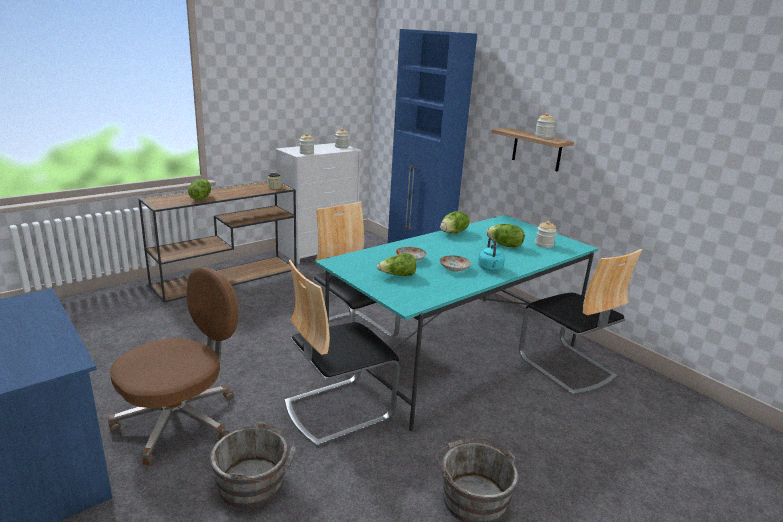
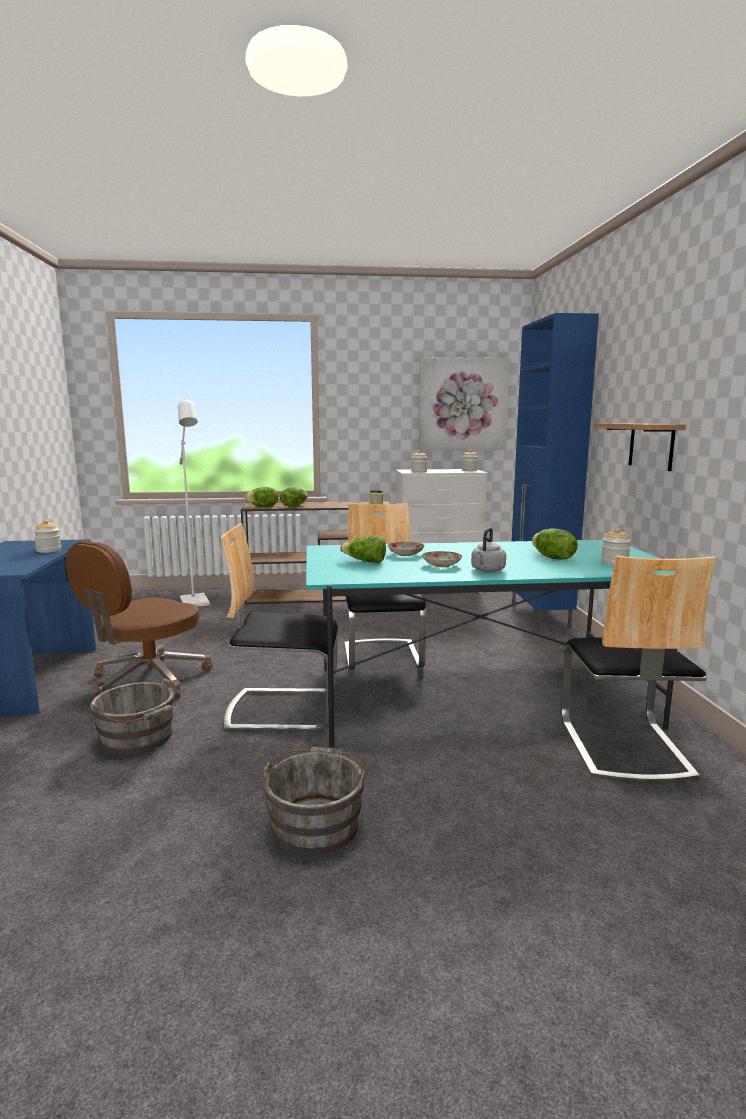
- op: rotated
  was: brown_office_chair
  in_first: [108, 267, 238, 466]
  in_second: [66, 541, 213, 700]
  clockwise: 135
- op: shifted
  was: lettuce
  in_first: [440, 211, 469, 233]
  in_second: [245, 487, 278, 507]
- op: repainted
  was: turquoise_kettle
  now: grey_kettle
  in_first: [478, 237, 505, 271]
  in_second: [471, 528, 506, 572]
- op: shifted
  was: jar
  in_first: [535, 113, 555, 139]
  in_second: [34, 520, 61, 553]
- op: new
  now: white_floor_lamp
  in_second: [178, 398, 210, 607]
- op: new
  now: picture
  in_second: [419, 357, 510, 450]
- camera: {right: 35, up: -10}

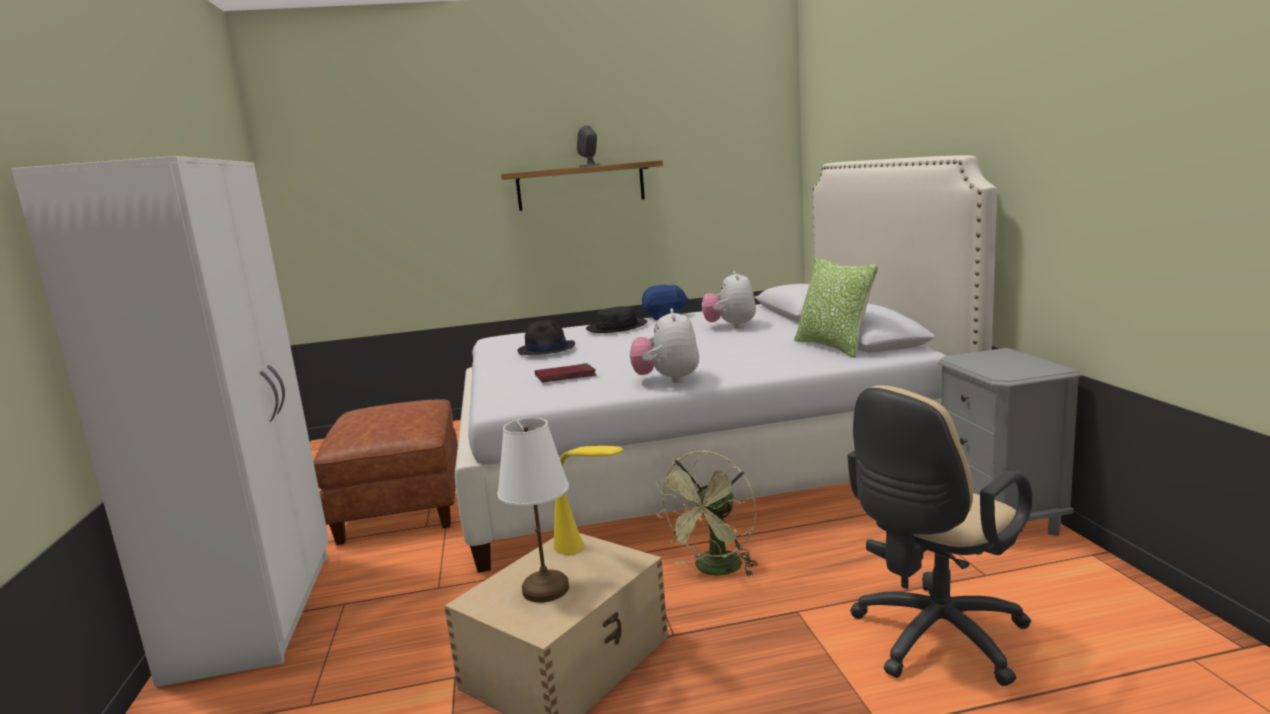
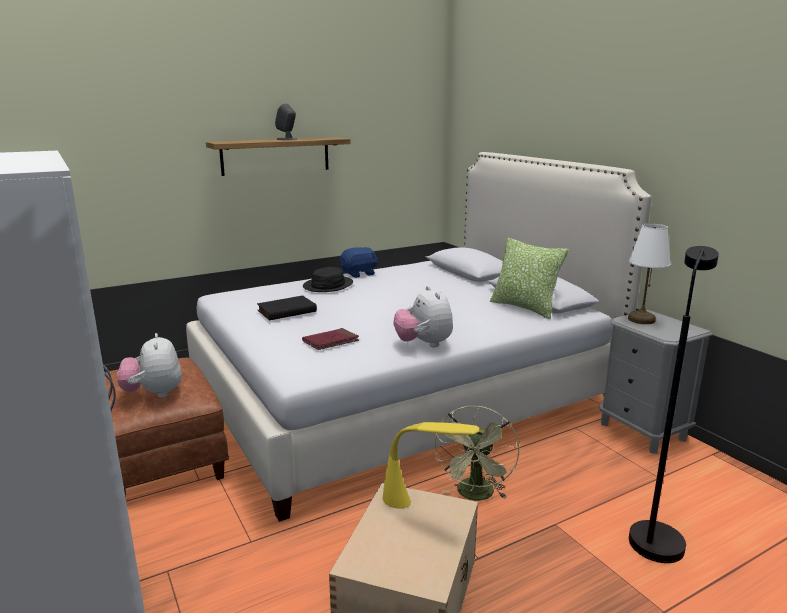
- op: shifted
  was: white_table_lamp
  in_first: [497, 418, 569, 603]
  in_second: [628, 224, 671, 324]
- op: swapped
  was: black_hat
  now: black_book
  in_first: [517, 320, 575, 355]
  in_second: [257, 295, 317, 320]
- op: shifted
  was: plush_toy
  in_first: [702, 271, 756, 328]
  in_second: [117, 333, 182, 398]
- op: swapped
  was: beige_office_chair
  now: black_floor_lamp
  in_first: [848, 386, 1032, 686]
  in_second: [629, 246, 719, 563]
- camera: {right: -20, up: 5}

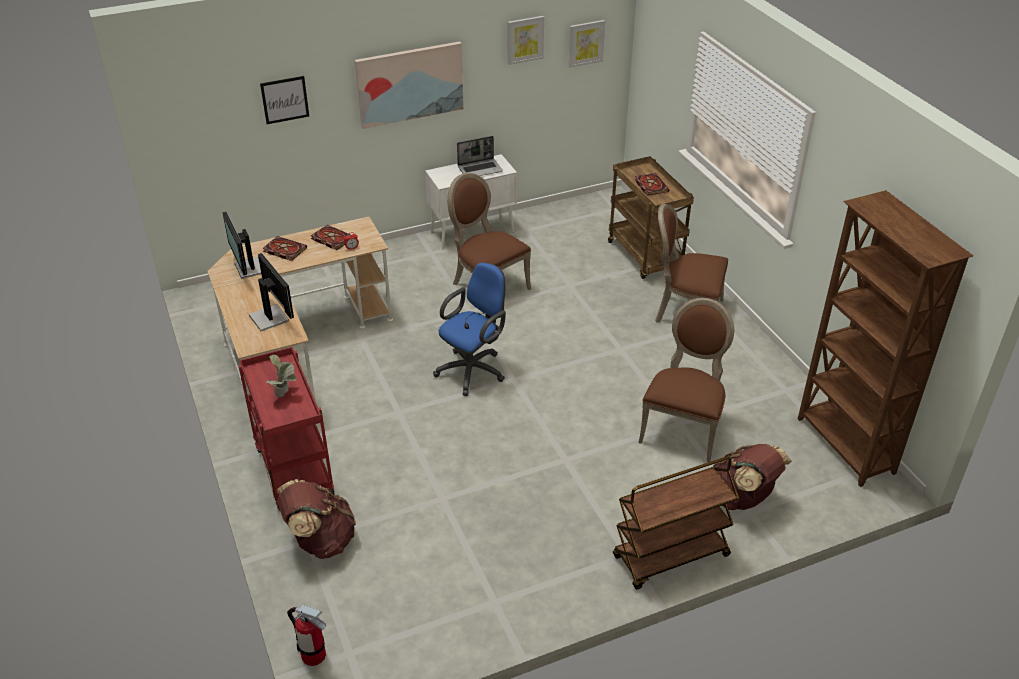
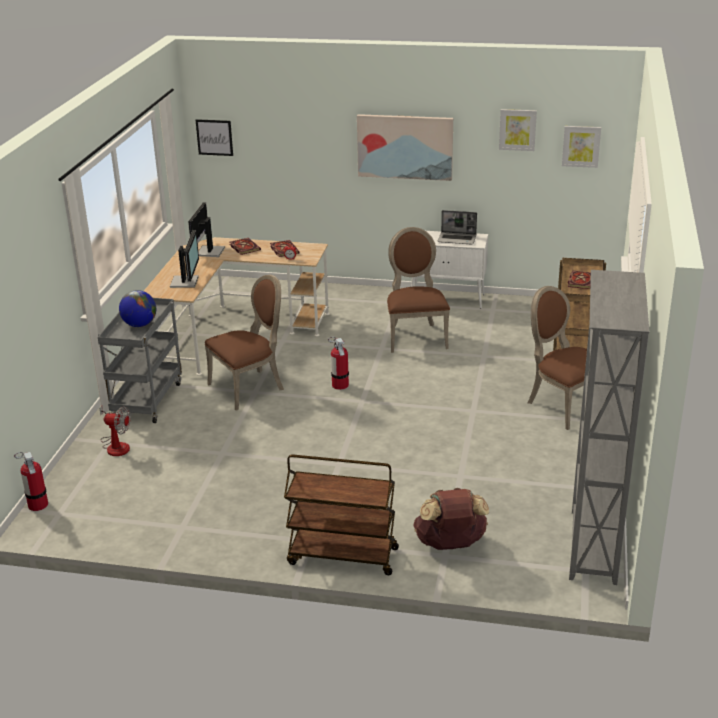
- op: repainted
  was: red_cart
  now: grey_cart
  in_first: [238, 347, 335, 511]
  in_second: [98, 298, 182, 423]
- op: shifted
  was: picture
  in_first: [260, 76, 309, 124]
  in_second: [196, 119, 233, 156]
- op: swapped
  was: potted_plant
  now: globe
  in_first: [266, 355, 296, 397]
  in_second: [119, 290, 156, 327]
- op: swapped
  was: brown_backpack
  now: fan
  in_first: [277, 479, 356, 559]
  in_second: [100, 406, 131, 456]
- op: swapped
  was: blue_office_chair
  now: fire_extinguisher
  in_first: [433, 262, 506, 396]
  in_second: [328, 337, 349, 390]
- op: shifted
  was: brown_chair
  in_first: [639, 298, 734, 462]
  in_second: [205, 275, 284, 411]
- op: repainted
  was: brown_bookcase
  now: grey_bookcase
  in_first: [798, 190, 973, 487]
  in_second: [569, 270, 649, 585]
- camera: {right: 35, up: -10}

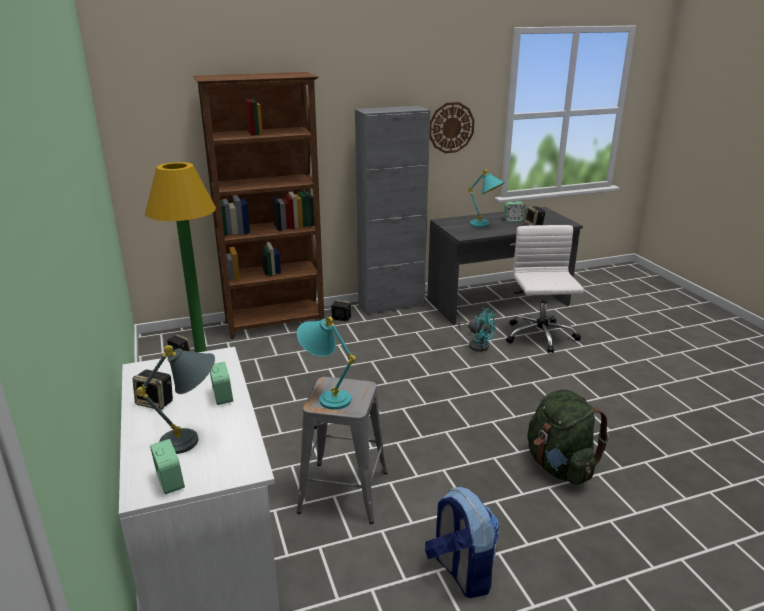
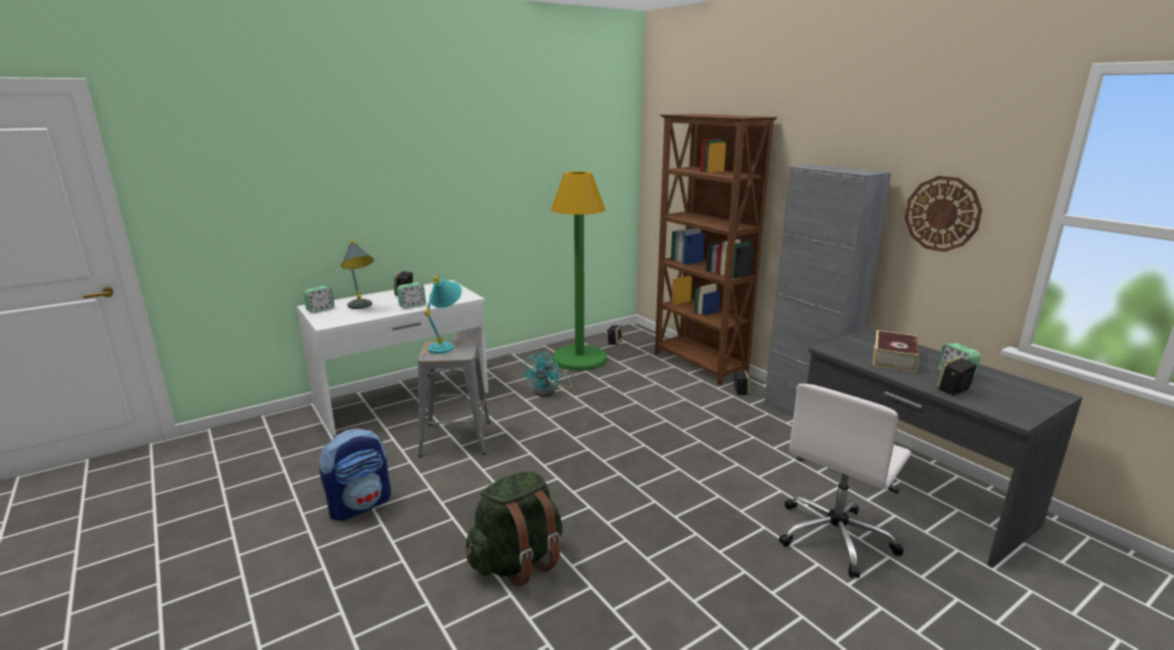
- op: shifted
  was: turquoise_fan
  in_first: [458, 307, 496, 352]
  in_second: [524, 352, 575, 397]
- op: swapped
  was: turquoise_table_lamp
  now: book
  in_first: [468, 169, 505, 227]
  in_second: [872, 330, 919, 373]
- op: rotated
  was: white_office_chair
  in_first: [506, 225, 584, 353]
  in_second: [779, 384, 911, 578]
  clockwise: 150
- camera: {right: 75, up: -5}

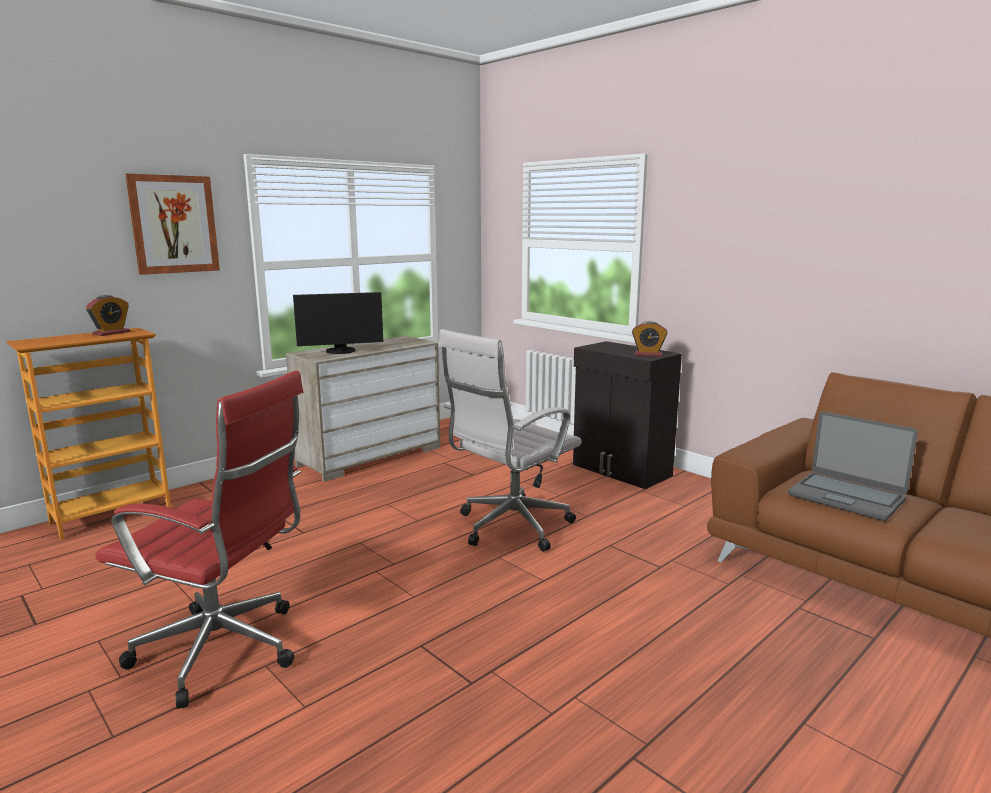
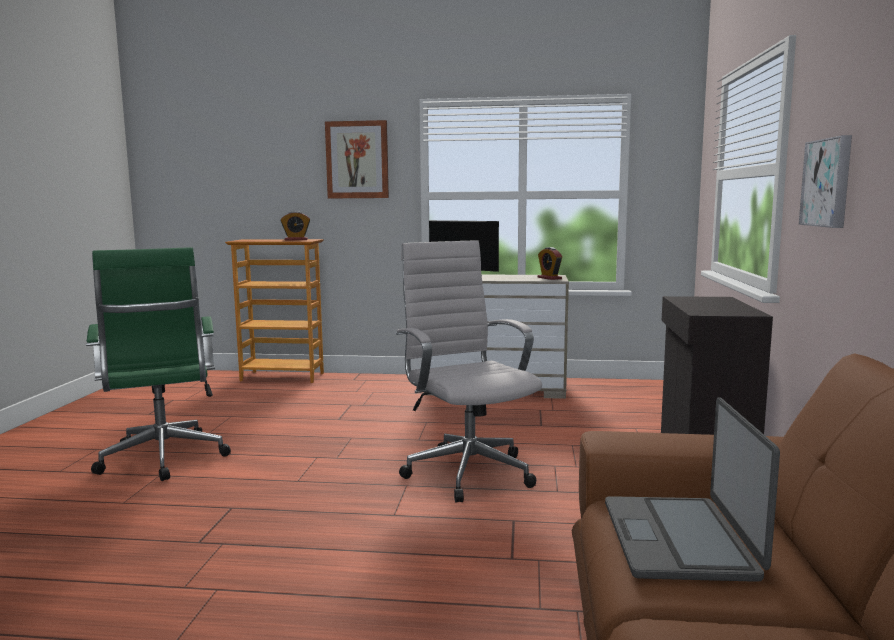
- op: repainted
  was: red_office_chair
  now: green_office_chair
  in_first: [95, 370, 303, 709]
  in_second: [86, 247, 231, 481]
- op: rotated
  was: white_office_chair
  in_first: [439, 329, 582, 552]
  in_second: [396, 240, 542, 503]
  clockwise: 60
- op: shifted
  was: alarm_clock
  in_first: [632, 321, 668, 357]
  in_second: [538, 247, 562, 280]
- op: new
  now: picture
  in_second: [799, 135, 852, 228]
- camera: {right: 50, up: -5}

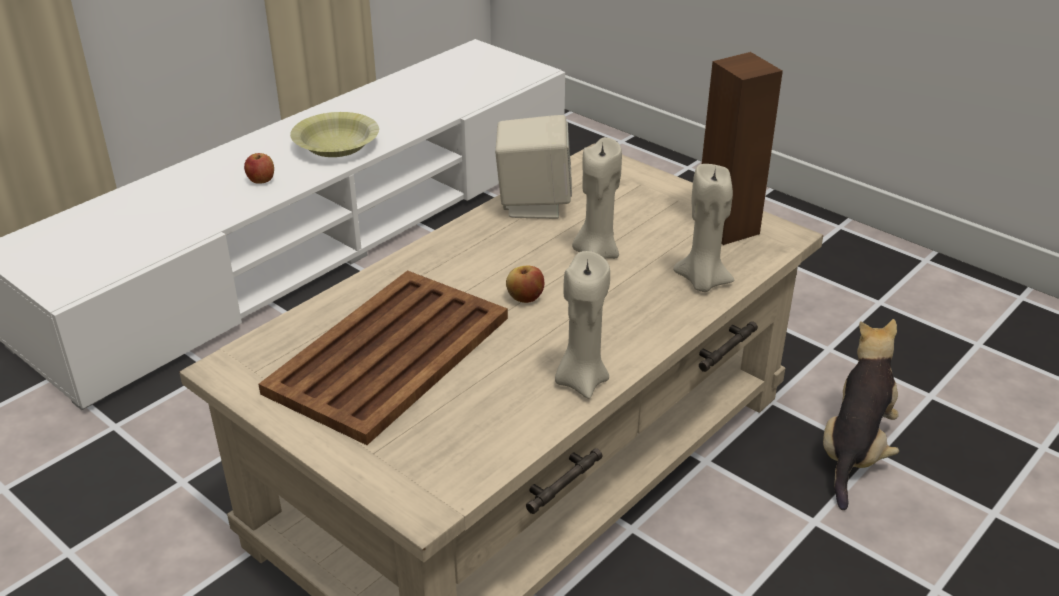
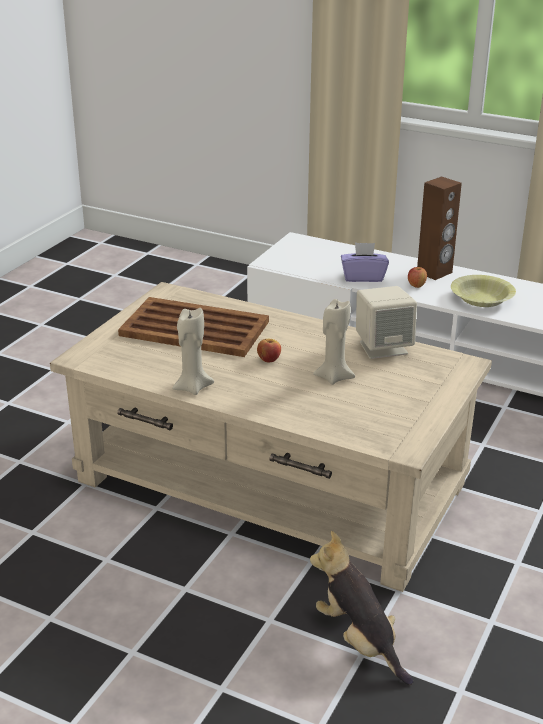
- op: gone
  was: beige_candle
  in_first: [673, 164, 734, 292]
- op: shifted
  was: brown_speaker
  in_first: [702, 52, 783, 245]
  in_second: [417, 176, 462, 280]
- op: rotated
  was: plush_toy
  in_first: [823, 319, 899, 510]
  in_second: [310, 531, 413, 685]
  clockwise: -135
- op: new
  now: purple_tissue_box
  in_second: [341, 242, 389, 282]
- camera: {right: 75, up: -5}

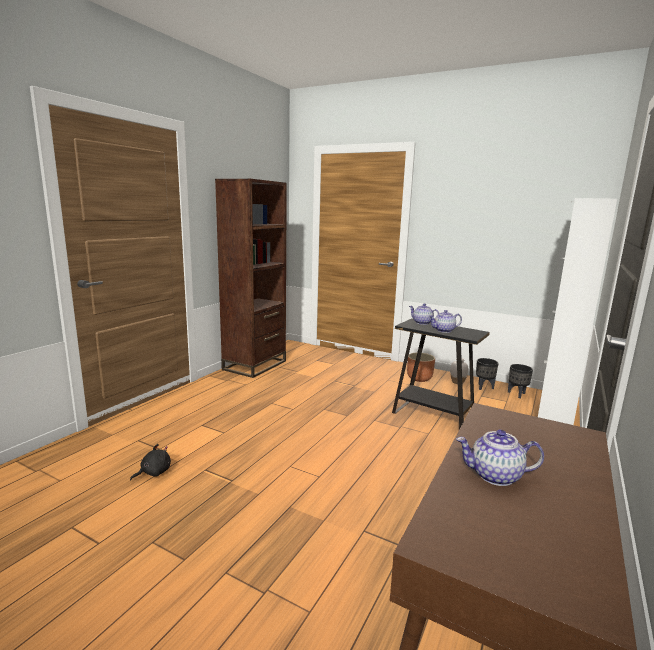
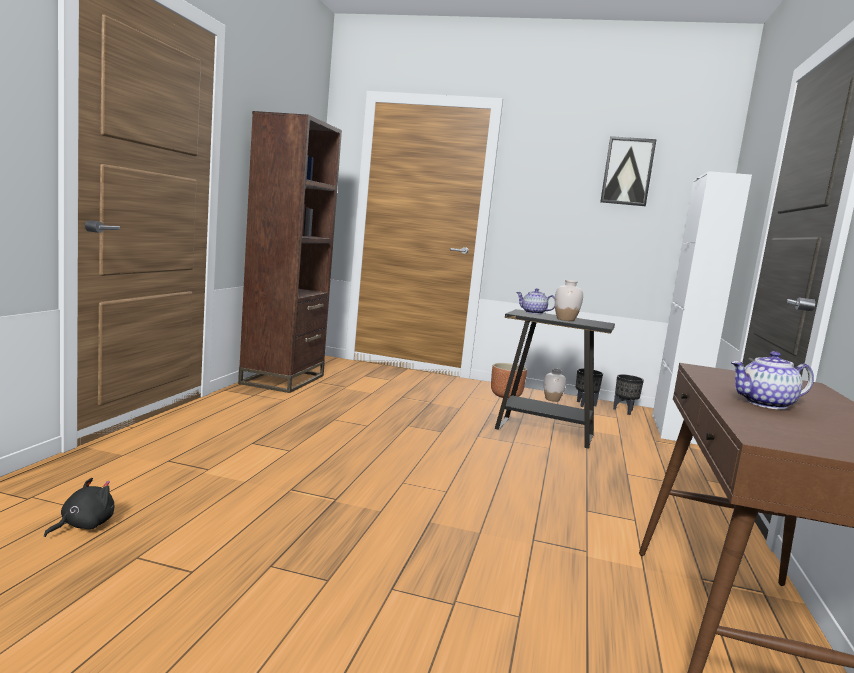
- op: shifted
  was: black_plush_toy
  in_first: [130, 444, 171, 480]
  in_second: [44, 478, 115, 537]
- op: swapped
  was: teapot
  now: white_vase
  in_first: [429, 310, 462, 333]
  in_second: [555, 280, 583, 321]
- op: new
  now: picture
  in_second: [600, 136, 657, 206]
- camera: {right: -15, up: -5}

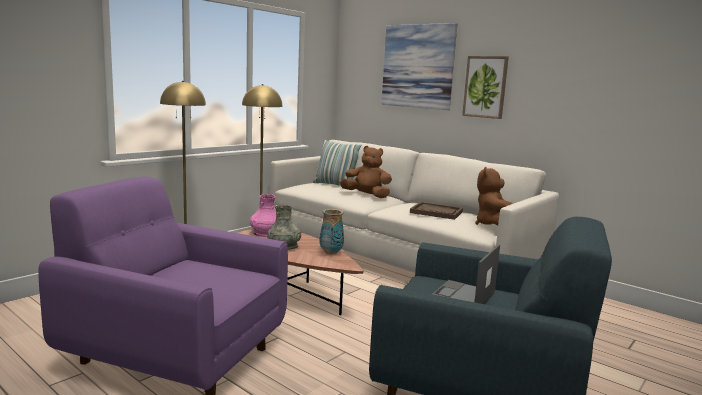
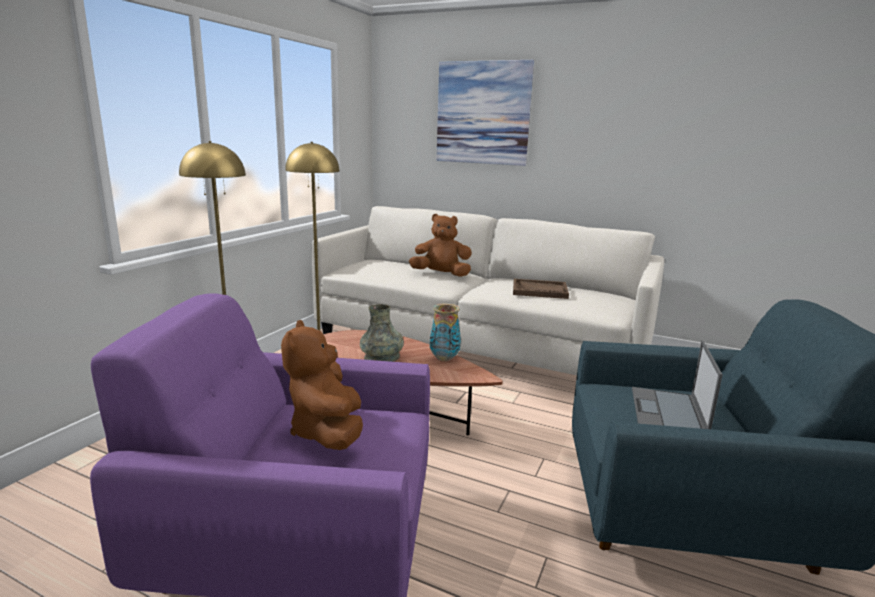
- op: gone
  was: pink_vase
  in_first: [250, 194, 276, 237]
- op: gone
  was: pillow
  in_first: [313, 139, 361, 186]
- op: gone
  was: picture
  in_first: [462, 56, 509, 119]
- op: shifted
  was: brown_plush_toy
  in_first: [475, 167, 512, 225]
  in_second: [281, 320, 363, 450]
- camera: {right: -15, up: 5}

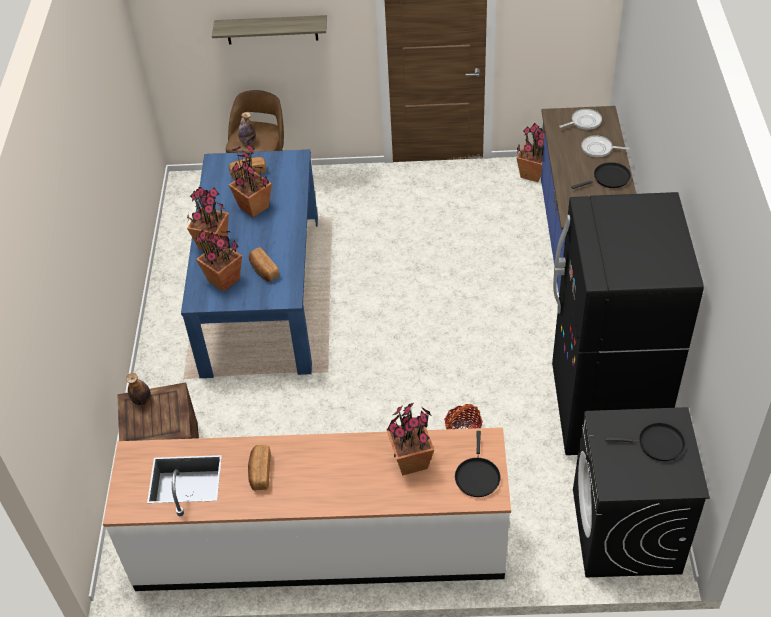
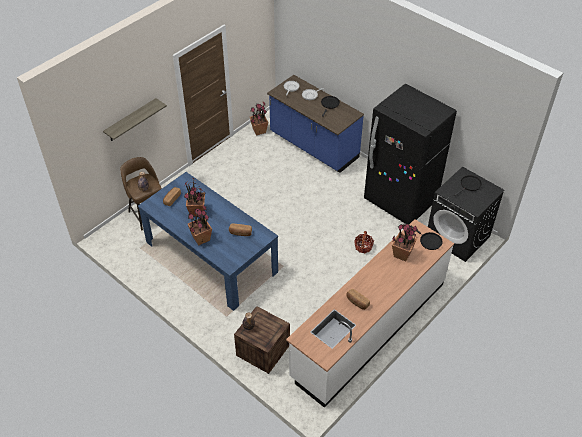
- op: gone
  was: potted_plant
  in_first: [196, 221, 242, 292]
- camera: {right: -50, up: 0}

